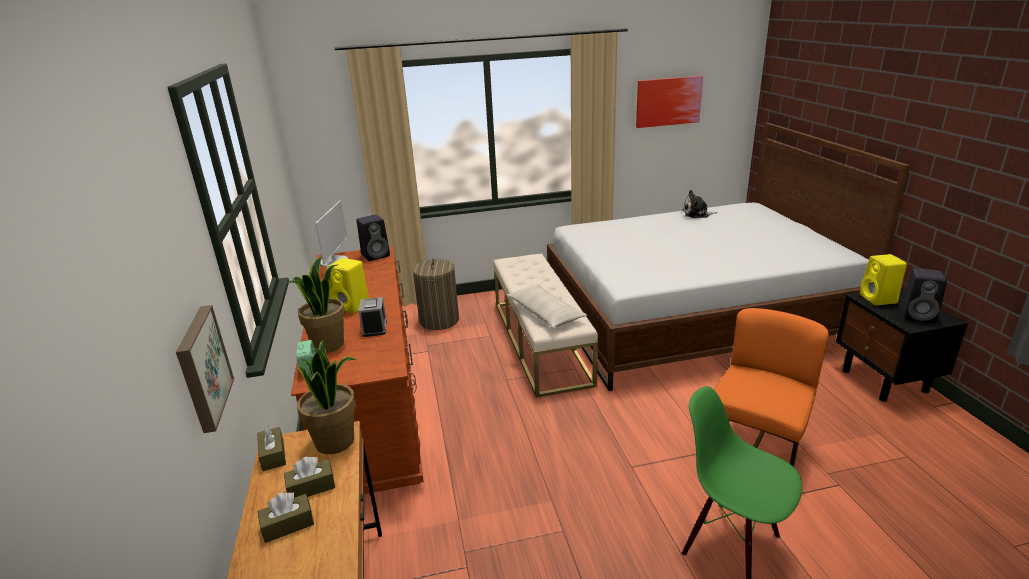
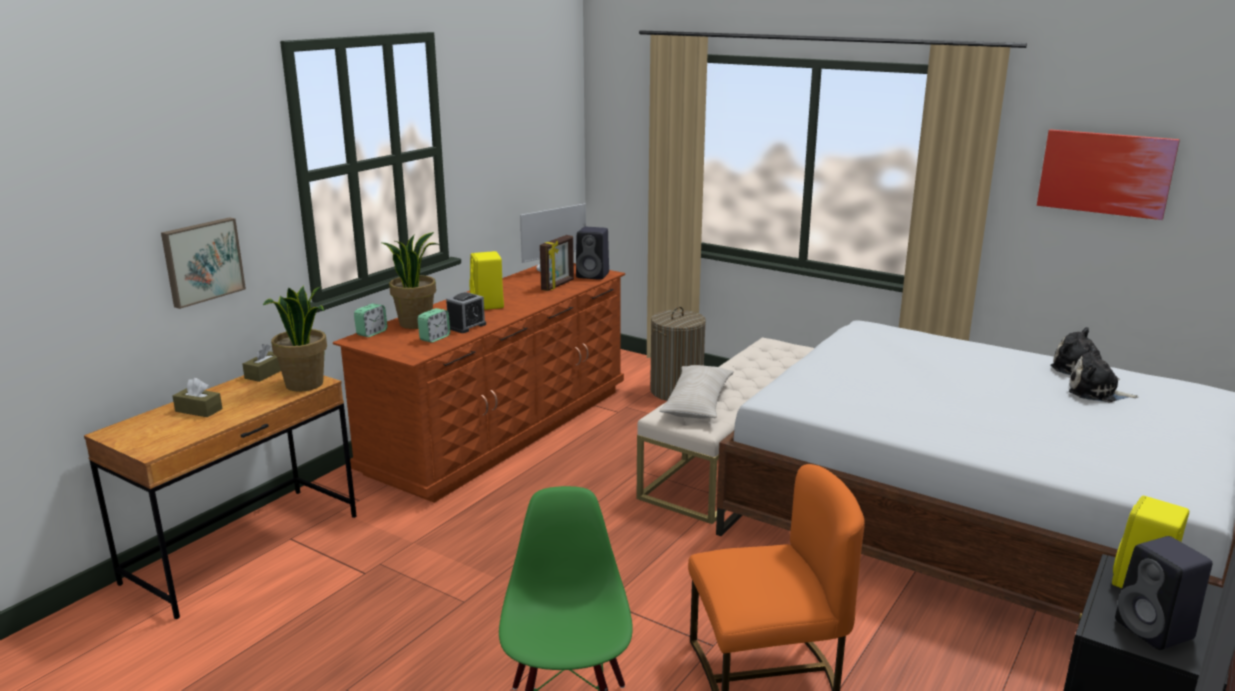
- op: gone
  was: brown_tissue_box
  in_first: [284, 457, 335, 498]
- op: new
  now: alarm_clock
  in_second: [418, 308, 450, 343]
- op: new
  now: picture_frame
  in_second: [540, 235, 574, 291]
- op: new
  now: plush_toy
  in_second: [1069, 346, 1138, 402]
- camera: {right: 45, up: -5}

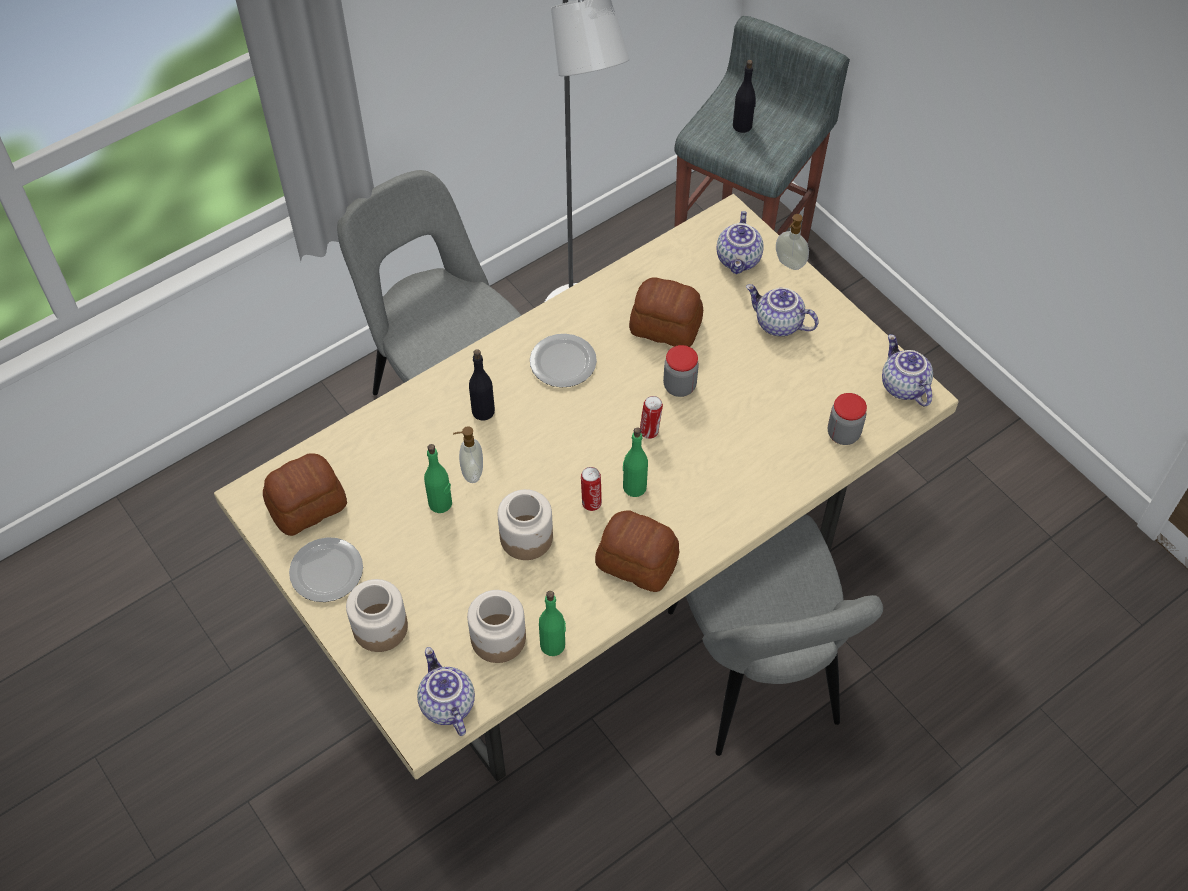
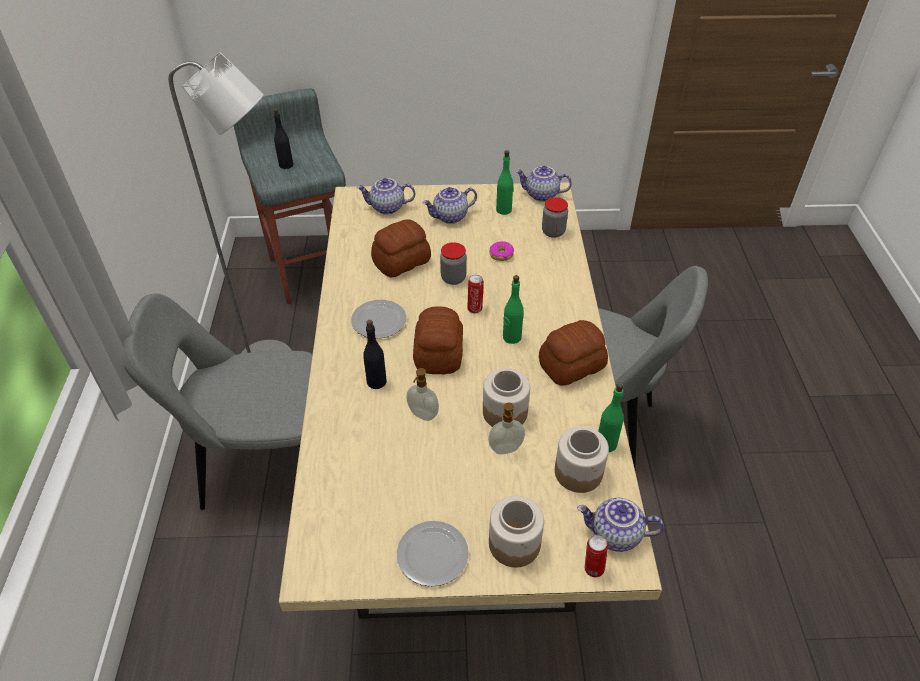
- op: shifted
  was: bread
  in_first: [263, 453, 347, 536]
  in_second: [413, 306, 463, 374]
- op: shifted
  was: green_bottle
  in_first: [424, 444, 452, 513]
  in_second: [496, 150, 514, 215]
- op: shifted
  was: can
  in_first: [581, 467, 602, 511]
  in_second: [585, 534, 608, 577]
- op: rotated
  was: teapot
  in_first: [717, 211, 764, 274]
  in_second: [357, 178, 415, 215]
  clockwise: 135
- op: shifted
  was: soap_dispenser
  in_first: [776, 214, 809, 270]
  in_second: [488, 403, 525, 454]
- op: new
  now: donut
  in_second: [489, 241, 514, 261]
- camera: {right: -55, up: -10}

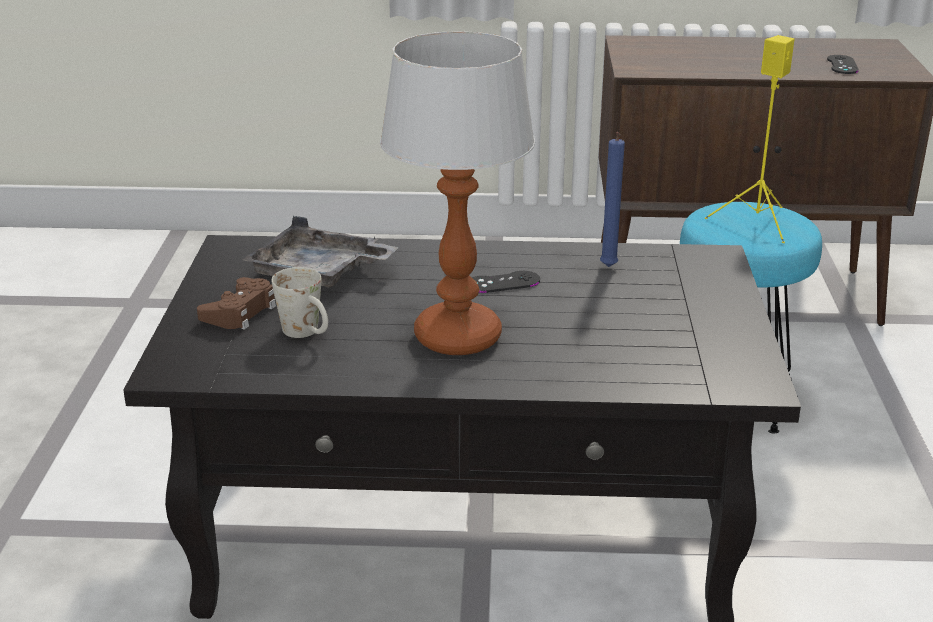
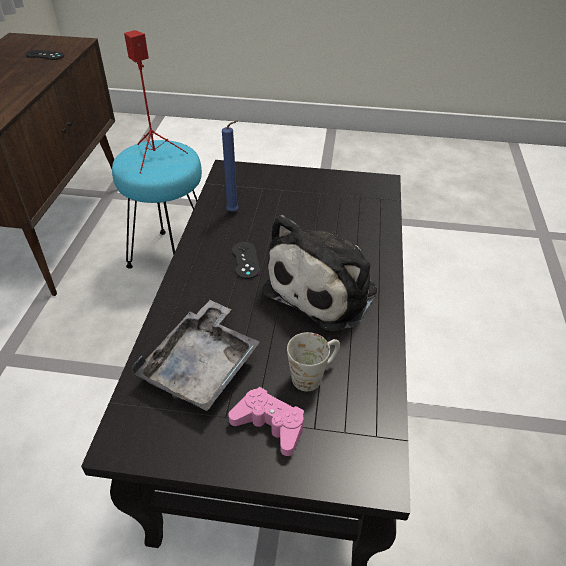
- op: repainted
  was: brown_game_controller
  now: pink_game_controller
  in_first: [197, 277, 276, 330]
  in_second: [228, 387, 304, 456]
- op: swapped
  was: table_lamp
  now: plush_toy
  in_first: [380, 31, 535, 355]
  in_second: [262, 215, 377, 332]
- op: repainted
  was: yellow_speaker
  now: red_speaker
  in_first: [705, 35, 794, 243]
  in_second: [124, 30, 188, 173]
- camera: {right: -85, up: 15}

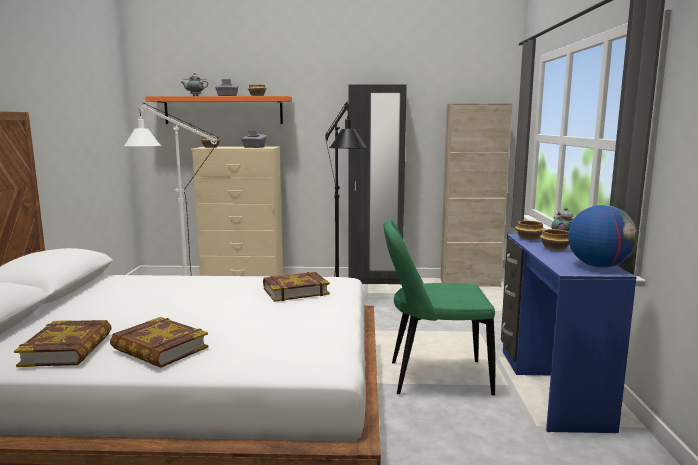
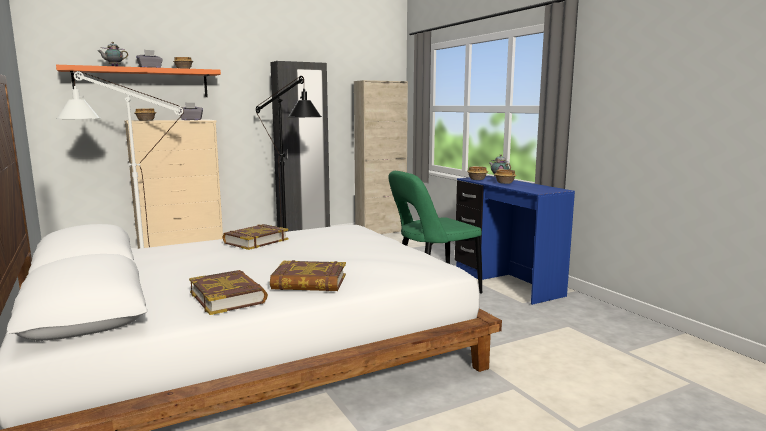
- op: shifted
  was: book
  in_first: [263, 272, 330, 302]
  in_second: [223, 224, 289, 250]
- op: gone
  was: globe
  in_first: [568, 205, 637, 268]
- camera: {right: -30, up: 0}

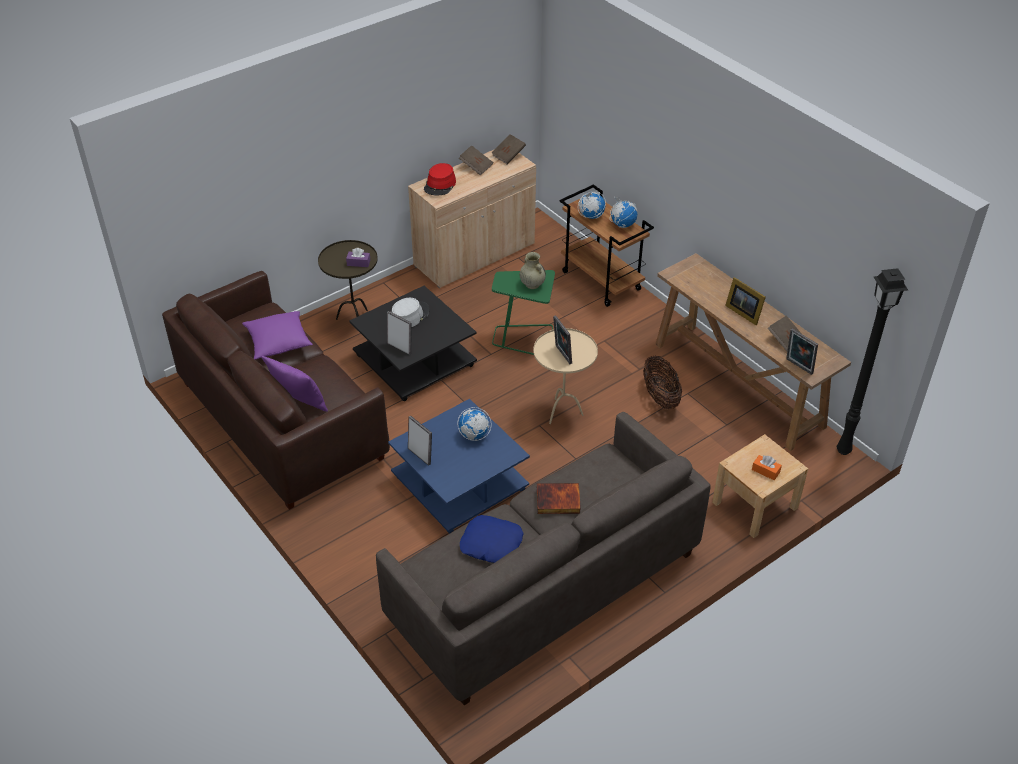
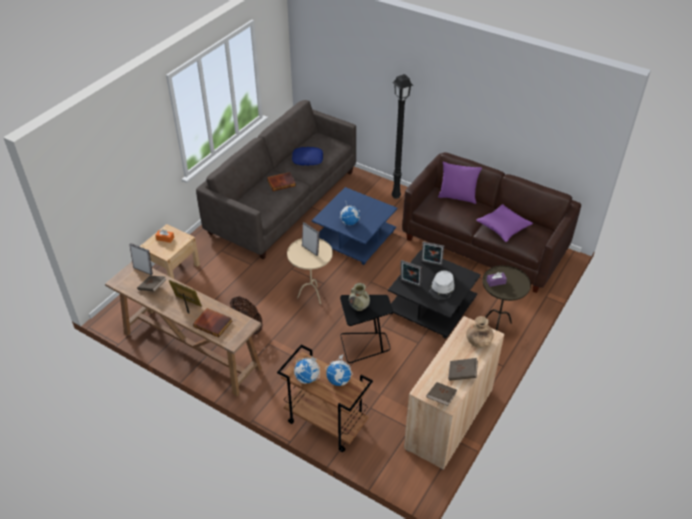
- op: shifted
  was: picture_frame
  in_first: [408, 416, 432, 466]
  in_second: [400, 260, 422, 287]
- op: swapped
  was: red_hat
  now: brown_vase
  in_first: [424, 163, 456, 196]
  in_second: [466, 316, 494, 348]
- op: repainted
  was: green_side_table
  now: black_side_table
  in_first: [492, 270, 555, 355]
  in_second: [340, 295, 393, 363]
- op: shifted
  was: black_floor_lamp
  in_first: [837, 268, 908, 455]
  in_second: [392, 74, 413, 199]
- op: new
  now: book
  in_second: [193, 308, 232, 338]
- camera: {right: 160, up: 0}

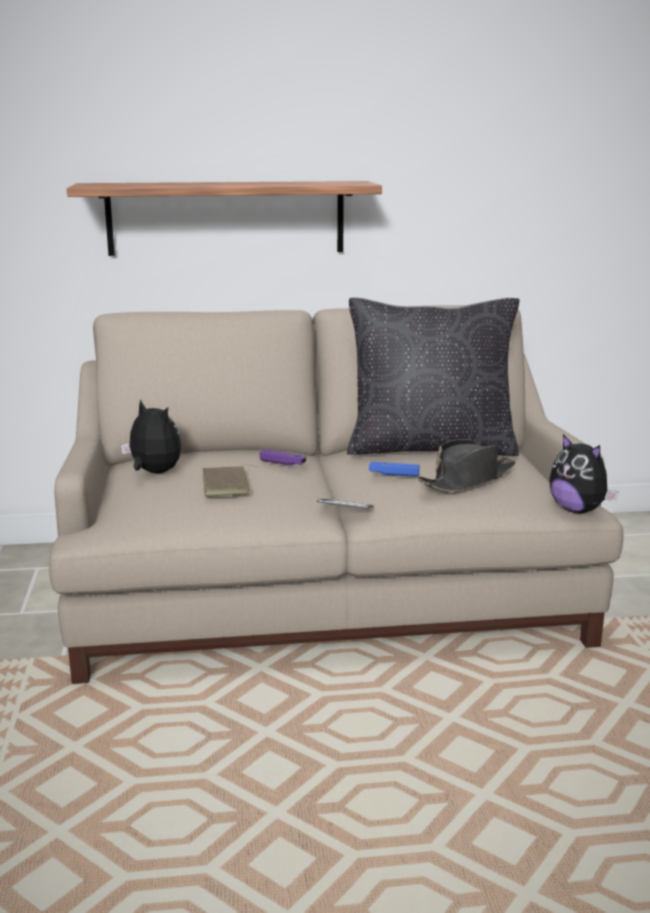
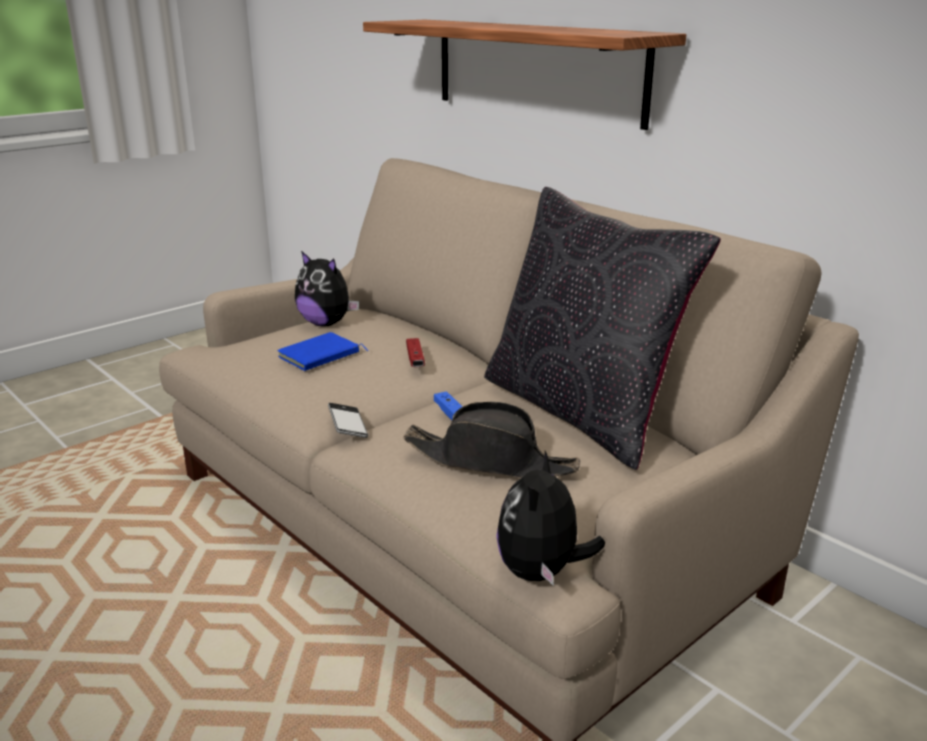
- op: rotated
  was: plush_toy
  in_first: [121, 399, 181, 473]
  in_second: [295, 251, 359, 326]
  clockwise: 120
- op: repainted
  was: brown_book
  now: blue_book
  in_first: [202, 465, 256, 497]
  in_second: [278, 332, 368, 371]
- op: repainted
  was: purple_game_controller
  now: red_game_controller
  in_first: [259, 449, 306, 466]
  in_second: [406, 338, 425, 367]
- camera: {right: 55, up: 5}

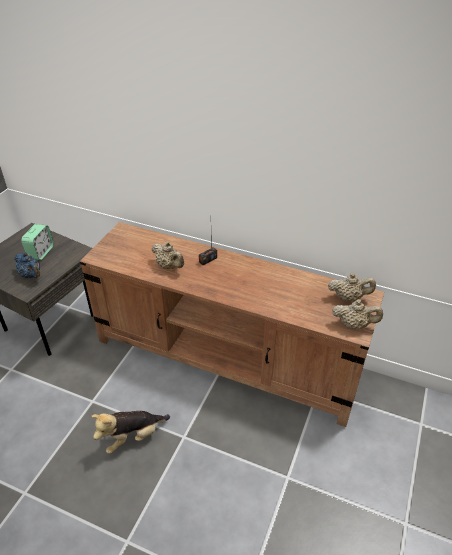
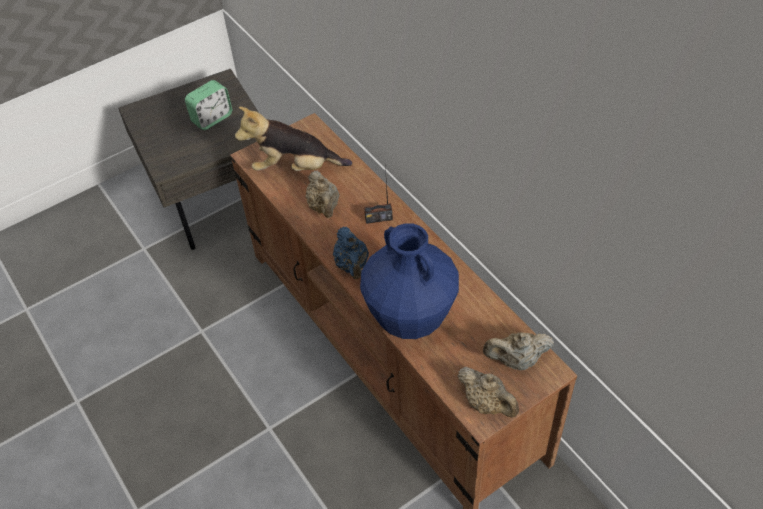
- op: shifted
  was: blue_teapot
  in_first: [15, 252, 40, 278]
  in_second: [333, 227, 369, 279]
- op: shifted
  was: plush_toy
  in_first: [91, 411, 170, 454]
  in_second: [235, 107, 352, 171]
- op: rotated
  was: beige_teapot
  in_first: [328, 273, 376, 302]
  in_second: [483, 332, 554, 370]
  clockwise: 135
- op: new
  now: blue_vase
  in_second: [360, 223, 459, 339]
- camera: {right: 35, up: 10}

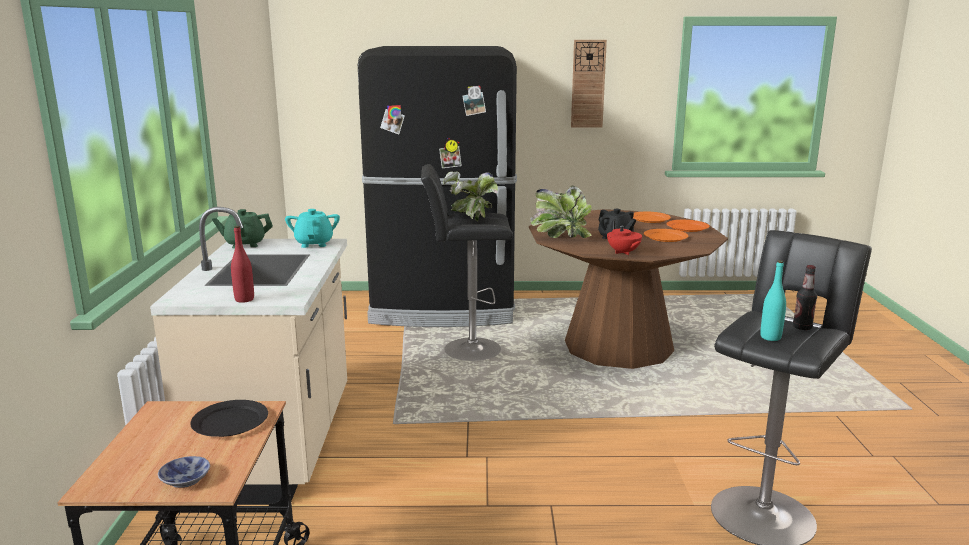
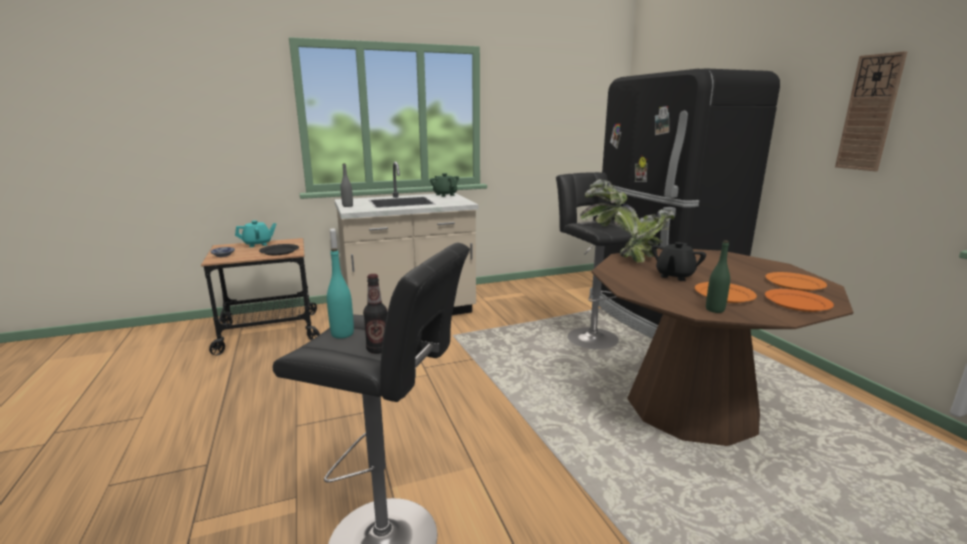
- op: repainted
  was: red_bottle
  now: grey_bottle
  in_first: [231, 226, 254, 303]
  in_second: [341, 164, 353, 207]
- op: shifted
  was: turquoise_teapot
  in_first: [285, 209, 340, 248]
  in_second: [235, 220, 276, 247]
- op: gone
  was: red_teapot
  in_first: [607, 219, 642, 255]
- op: new
  now: green_bottle
  in_second: [706, 241, 730, 313]
- camera: {right: 70, up: 0}

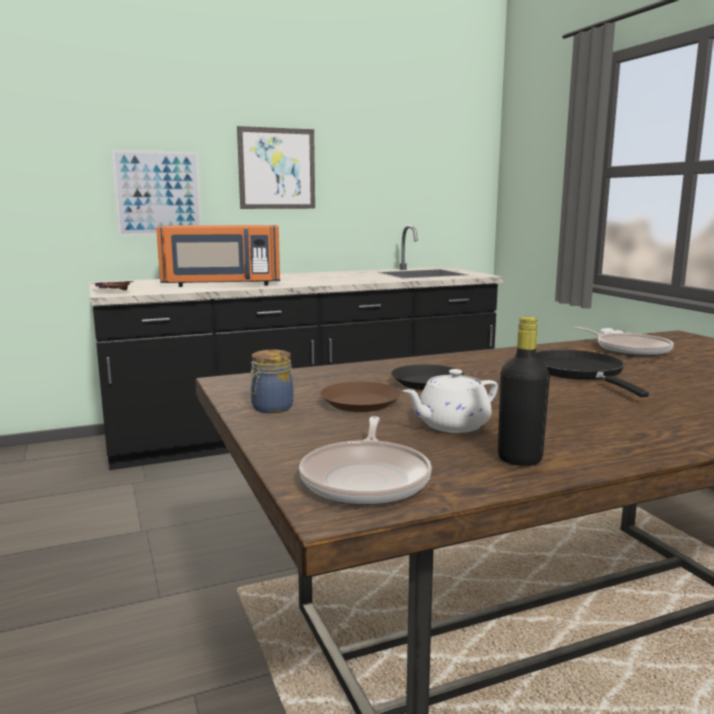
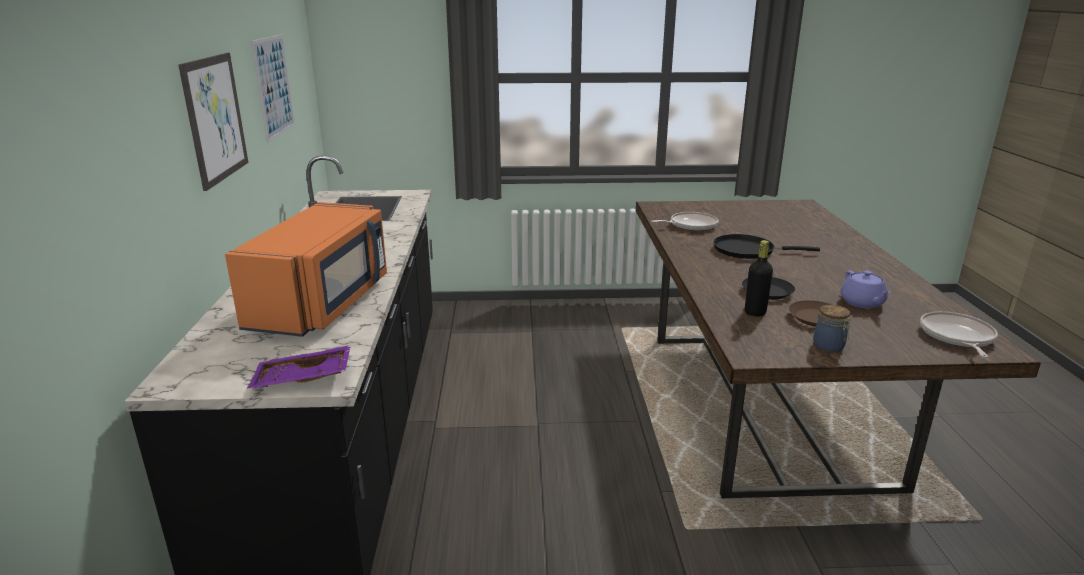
- op: shifted
  was: picture
  in_first: [111, 150, 202, 236]
  in_second: [251, 34, 295, 143]
- op: rotated
  was: frying_pan
  in_first: [299, 416, 432, 505]
  in_second: [920, 311, 998, 358]
  clockwise: -105
- op: repainted
  was: white_teapot
  now: purple_teapot
  in_first: [403, 369, 498, 433]
  in_second: [841, 270, 891, 308]
- op: shifted
  was: black_bottle
  in_first: [498, 317, 550, 466]
  in_second: [745, 240, 773, 317]
- camera: {right: -70, up: 10}

